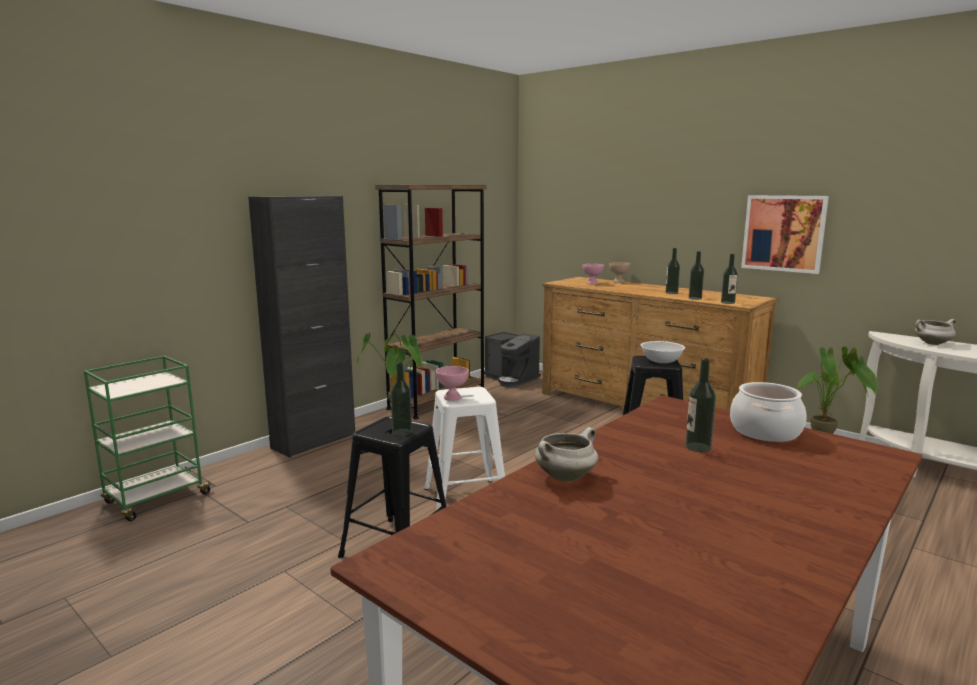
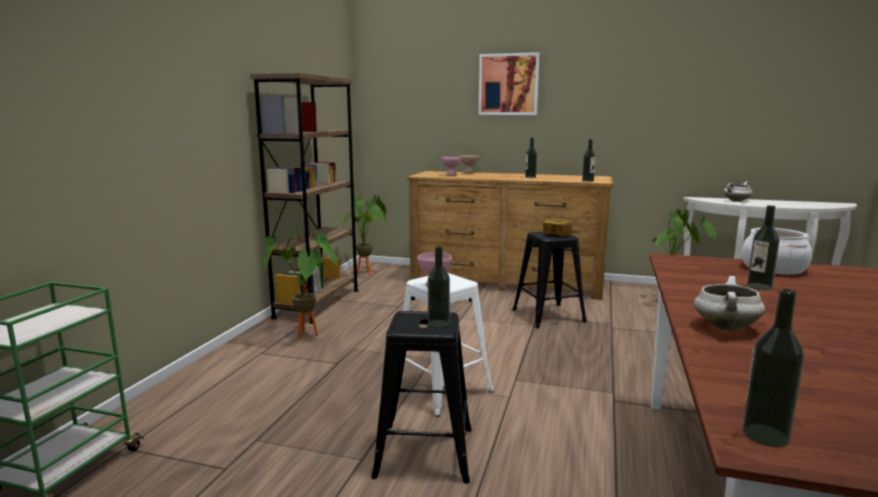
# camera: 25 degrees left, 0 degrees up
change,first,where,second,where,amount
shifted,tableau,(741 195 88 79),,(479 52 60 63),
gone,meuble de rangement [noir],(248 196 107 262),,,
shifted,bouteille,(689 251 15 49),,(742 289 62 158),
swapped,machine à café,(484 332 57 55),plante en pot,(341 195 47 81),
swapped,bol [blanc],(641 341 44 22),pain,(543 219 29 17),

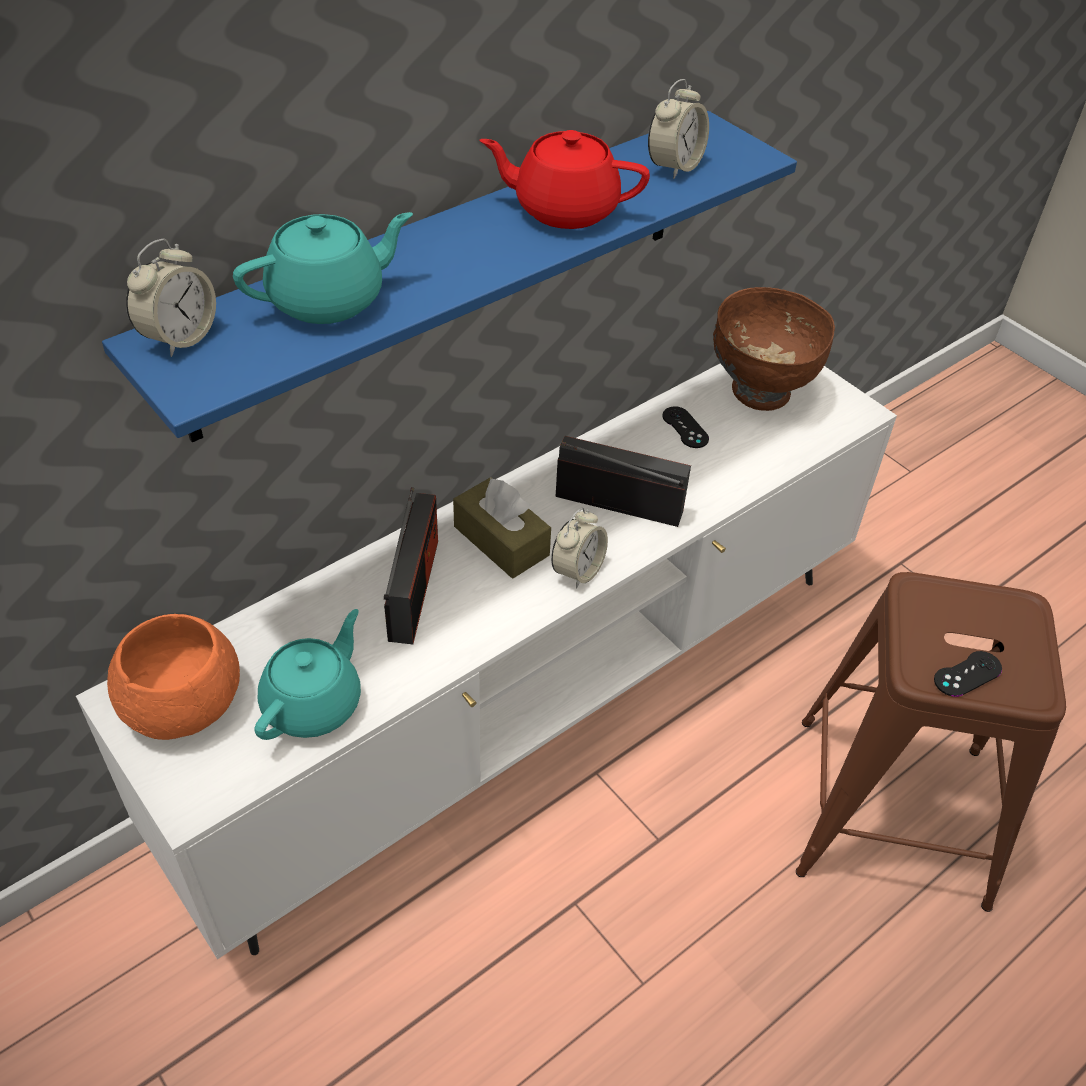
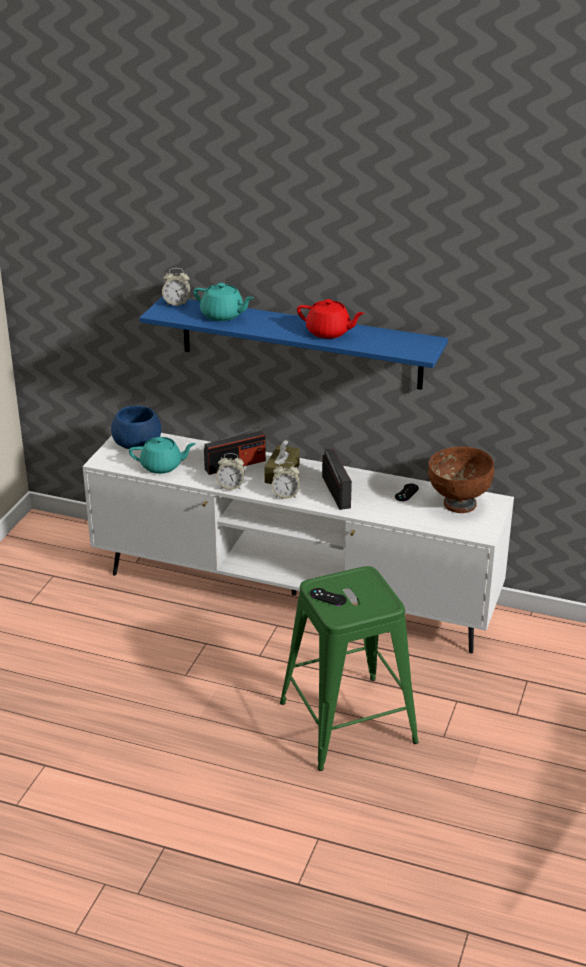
# camera: 60 degrees right, 15 degrees down
change,first,where,second,where,amount
shifted,réveil,(648 79 61 100),,(216 453 29 37),
rotated,théière [rouge],(479 130 171 99),,(297 299 68 40),135 degrees clockwise
repainted,tabouret [marron],(796 572 270 340),tabouret [vert],(280 566 139 205),
repainted,bol [orange],(107 614 133 126),bol [bleu],(111 406 50 43),

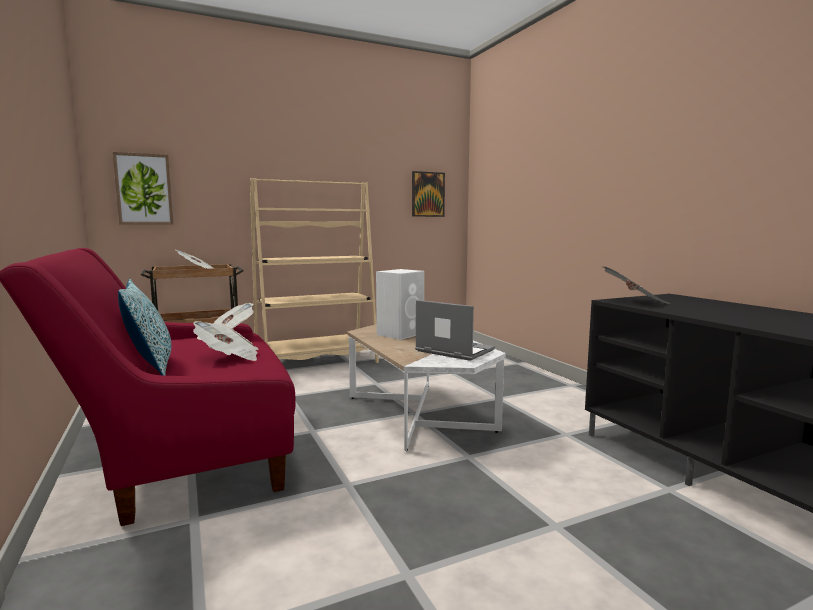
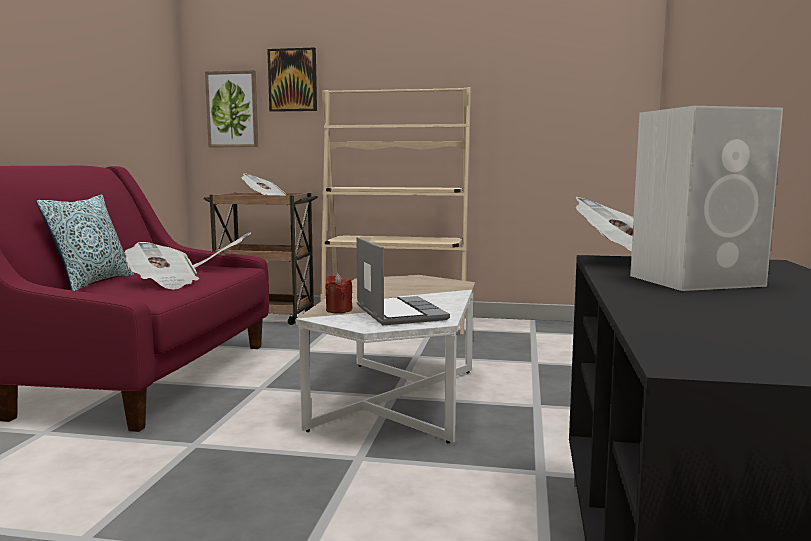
# camera: 35 degrees right, 0 degrees up
change,first,where,second,where,amount
shifted,tableau,(412 171 33 46),,(267 47 50 65),
shifted,enceinte [blanc],(376 269 48 71),,(630 106 153 185),
new,,,bougie [rouge],(326 273 26 40),

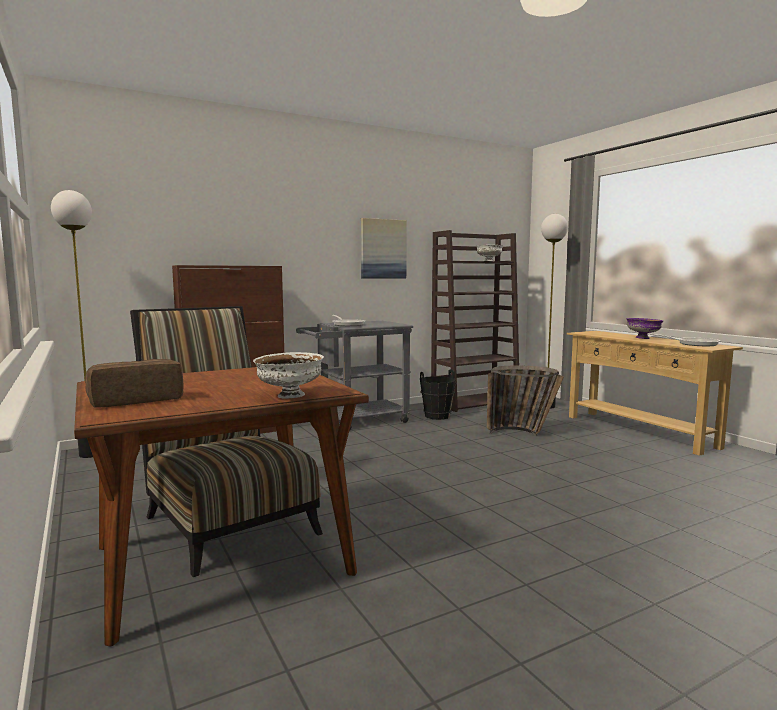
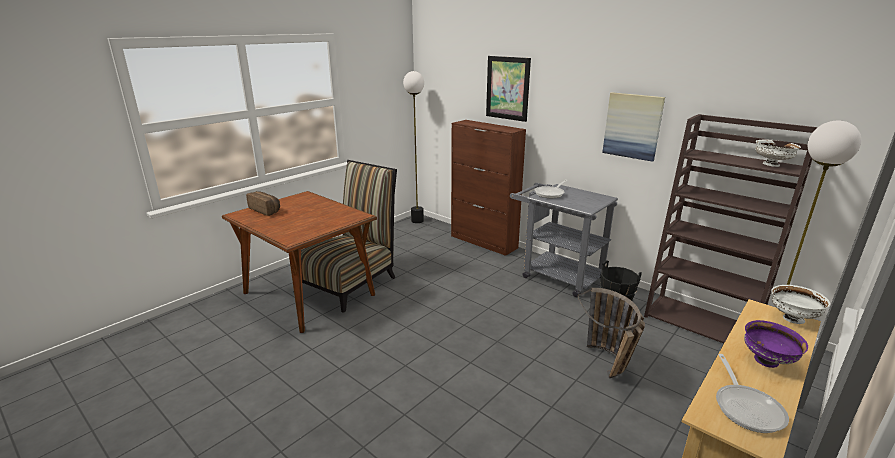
# camera: 70 degrees right, 15 degrees up
change,first,where,second,where,amount
shifted,bol [blanc],(253 352 71 47),,(772 285 58 39),
new,,,tableau,(486 56 45 66),

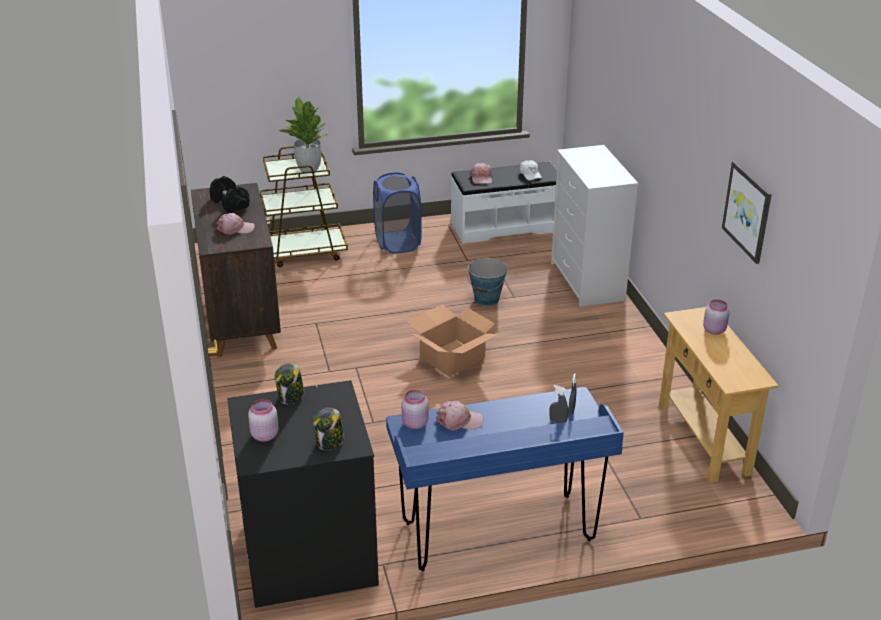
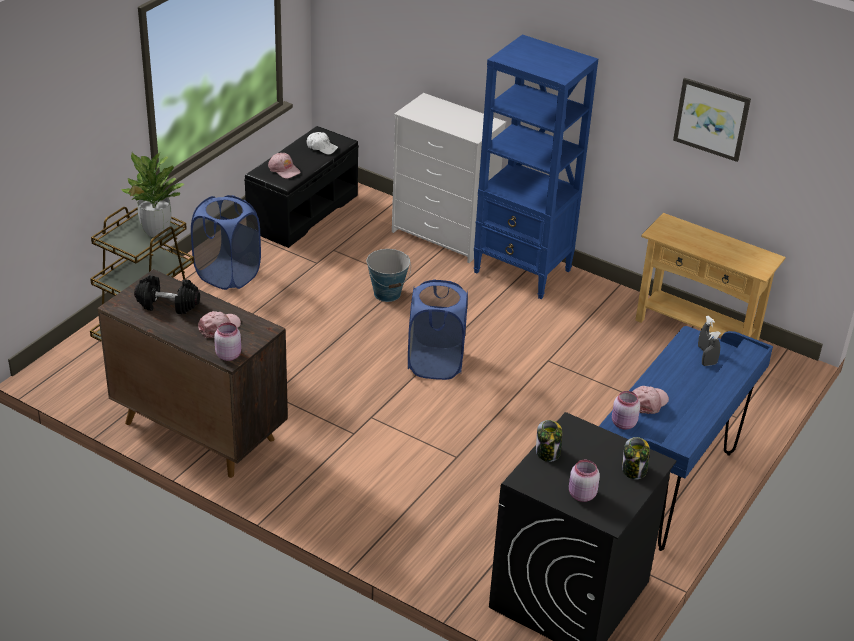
# camera: 45 degrees left, 5 degrees up
change,first,where,second,where,amount
repainted,banc [blanc],(451 161 106 83),banc [noir],(244 126 115 122),
shifted,bocal [rose],(703 299 26 35),,(214 323 27 38),
swapped,carton,(406 304 93 73),panier à linge [bleu],(408 280 60 100),
new,,,bibliothèque [bleu],(474 34 124 265),

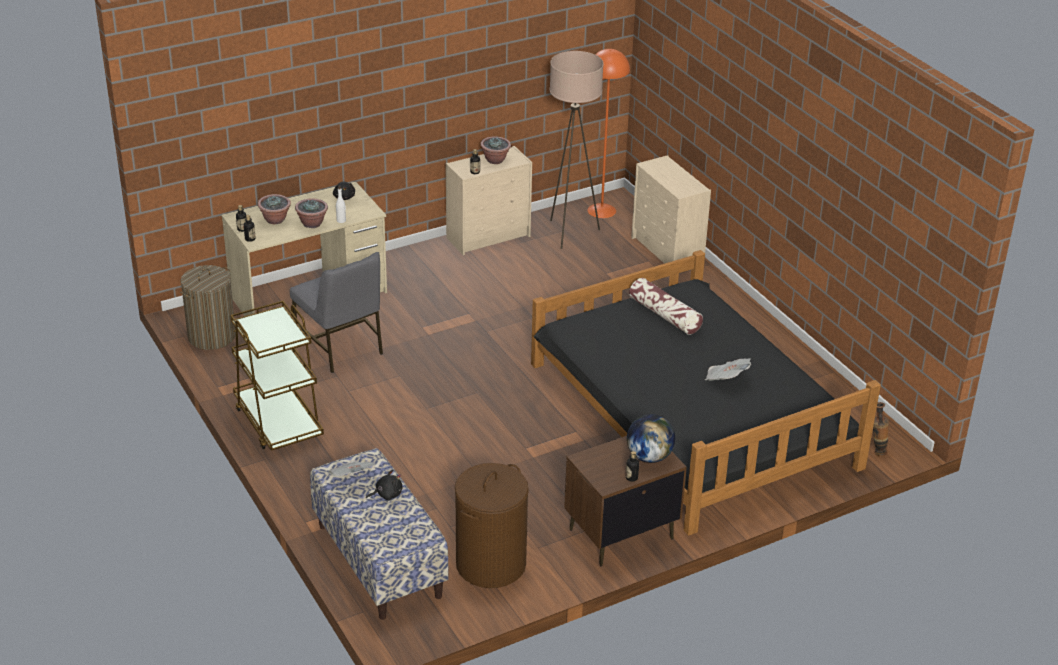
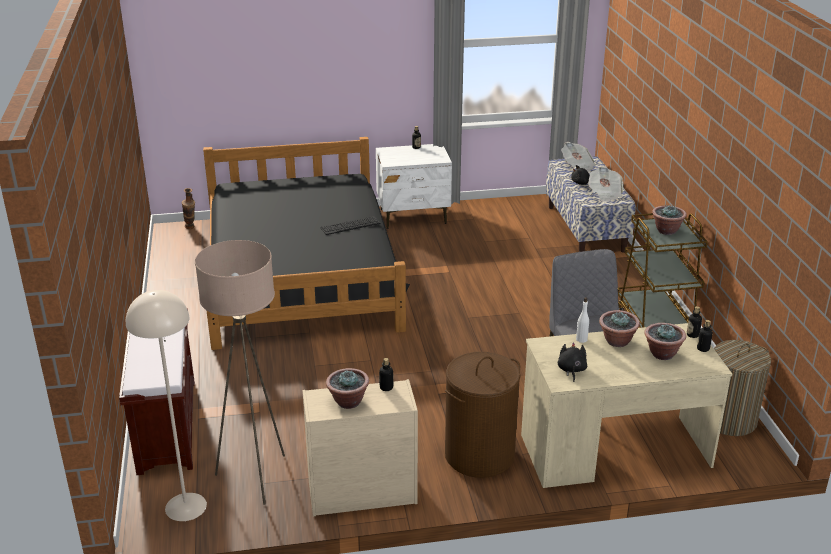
# camera: 160 degrees left, 5 degrees down
change,first,where,second,where,amount
repainted,lampadaire [orange],(587 49 43 169),lampadaire [beige],(126 290 81 231),
swapped,commode [beige],(631 155 80 118),banc [marron],(119 309 76 166),
gone,coussin,(629 278 74 57),,,
shifted,journal,(705 359 46 22),,(561 142 35 31),
gone,globe,(627 414 48 49),,,
repainted,table de chevet [marron],(564 436 123 130),table de chevet [blanc],(376 144 76 85),
shifted,panier à linge [marron],(455 463 74 125),,(445 351 75 127),
new,,,plante en pot,(652 205 35 30),
new,,,clavier,(320 216 61 19),

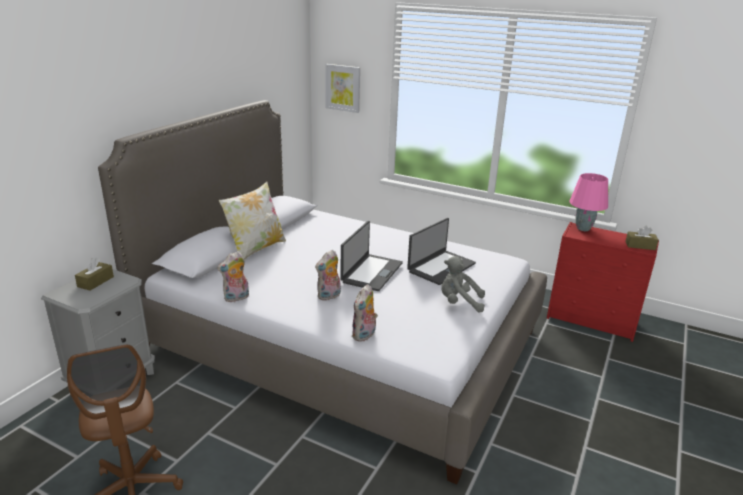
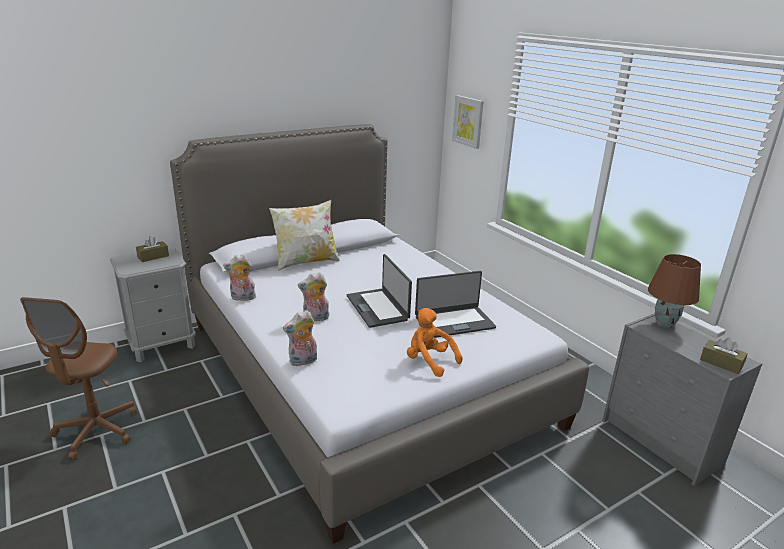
# camera: 30 degrees right, 0 degrees up
change,first,where,second,where,amount
repainted,lampe de table [rose],(570 173 38 58),lampe de table [marron],(648 254 53 74),
rotated,ordinateur portable,(340 221 63 70),,(347 254 65 74),105 degrees clockwise
repainted,commode [rouge],(547 222 112 120),commode [gris],(602 313 160 173),
repainted,peluche [gris],(441 256 44 57),peluche [orange],(407 308 56 69),

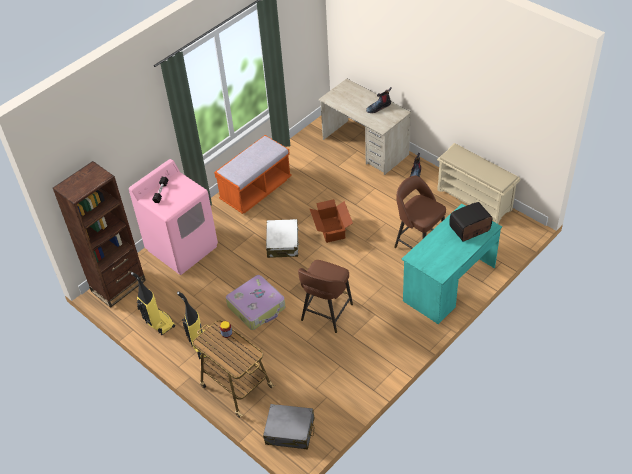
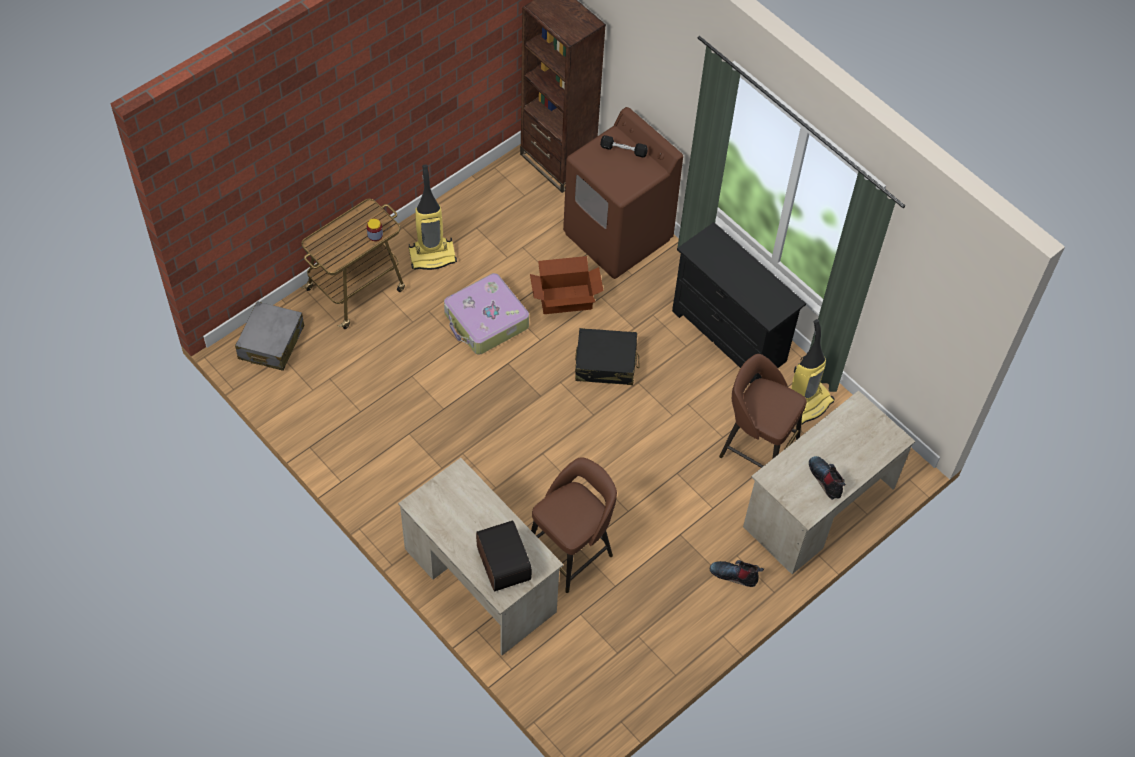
# camera: 90 degrees right, 10 degrees up
change,first,where,second,where,amount
swapped,banc [orange],(214 135 78 79),commode [noir],(672 222 134 162),
gone,étagère à chaussures [beige],(437 143 83 81),,,
repainted,lave-linge [rose],(129 159 89 116),lave-linge [marron],(563 107 120 172),
shifted,carton,(310 199 43 44),,(530 256 74 58),
repainted,bureau [turquoise],(402 204 100 120),bureau [beige],(398 458 165 197),
repainted,valise [blanc],(266 219 33 39),valise [noir],(575 328 65 57),
shifted,tabouret [marron],(298 260 55 73),,(719 354 88 114),
shifted,aspirateur,(131 272 44 64),,(791 319 44 106),

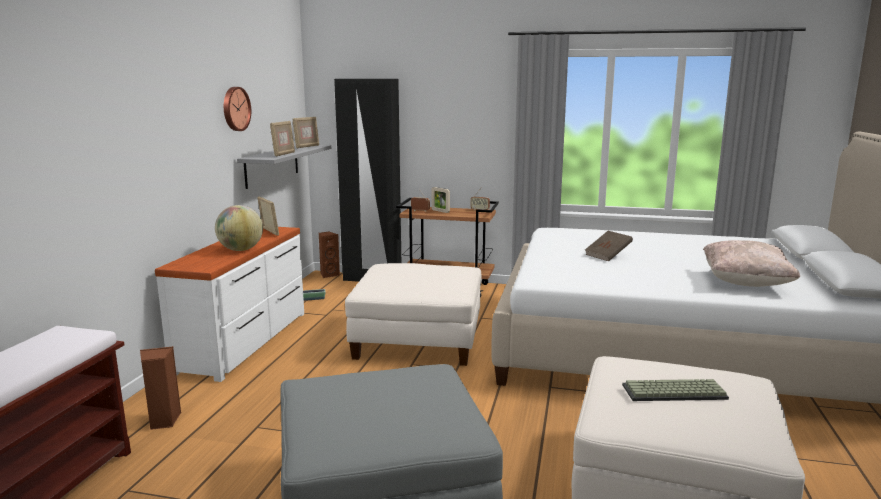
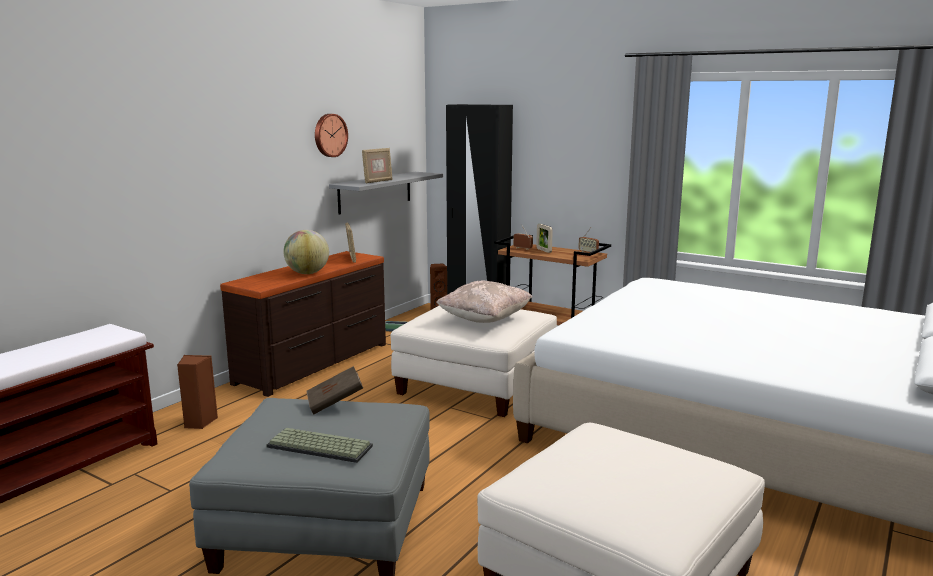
# camera: 20 degrees right, 0 degrees up
change,first,where,second,where,amount
gone,cadre photo,(292 117 27 32),,,
repainted,commode [blanc],(155 227 149 155),commode [marron],(220 251 166 146),
shifted,livre [marron],(585 231 48 30),,(306 366 57 48),
shifted,coussin [beige],(703 240 97 47),,(436 281 97 42),
shifted,clavier,(622 379 107 22),,(266 428 107 35),

